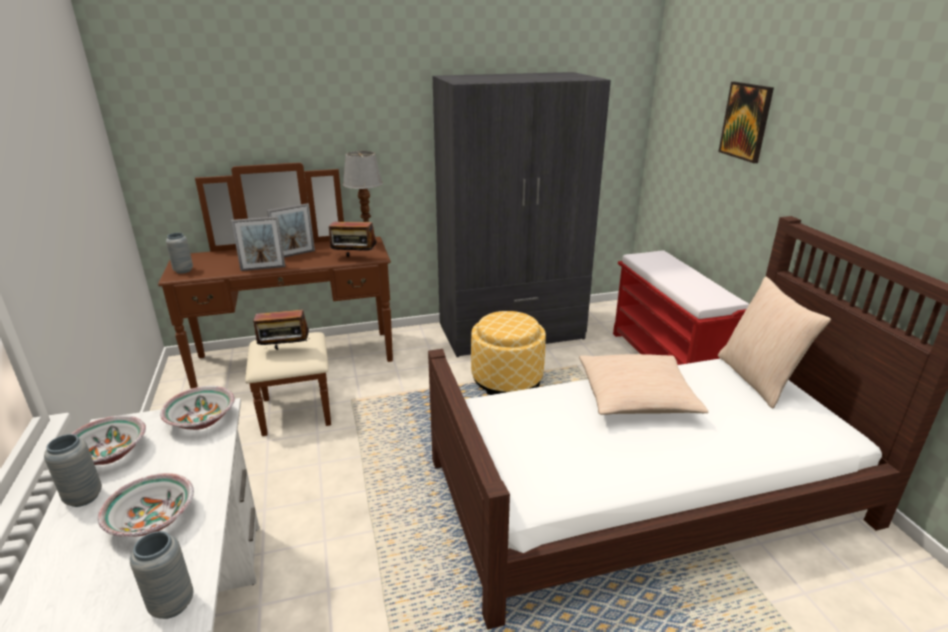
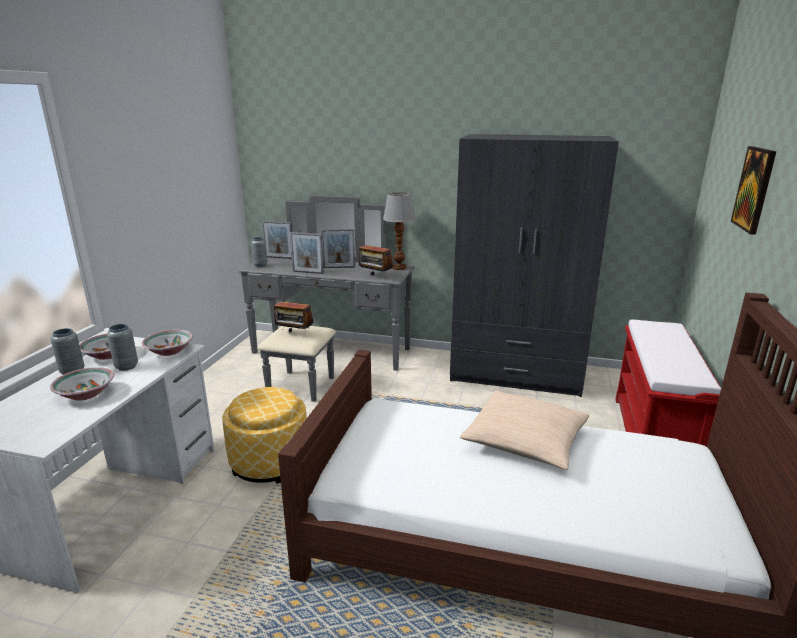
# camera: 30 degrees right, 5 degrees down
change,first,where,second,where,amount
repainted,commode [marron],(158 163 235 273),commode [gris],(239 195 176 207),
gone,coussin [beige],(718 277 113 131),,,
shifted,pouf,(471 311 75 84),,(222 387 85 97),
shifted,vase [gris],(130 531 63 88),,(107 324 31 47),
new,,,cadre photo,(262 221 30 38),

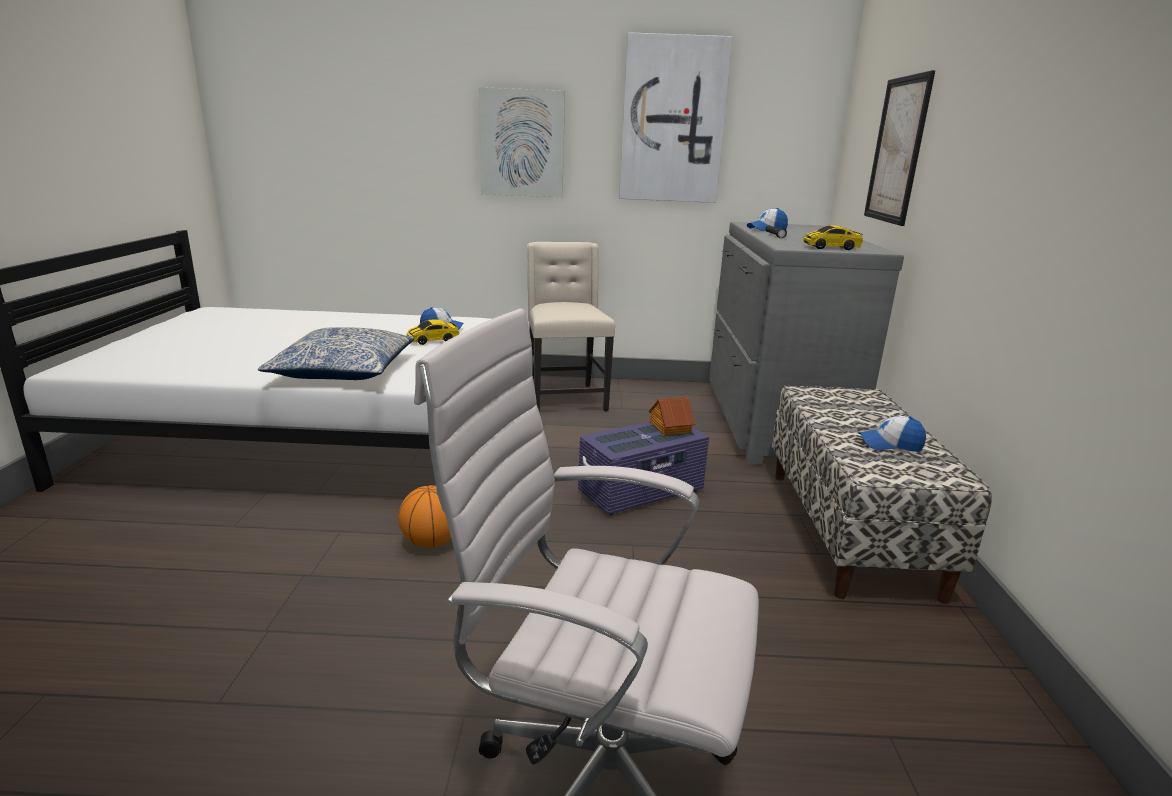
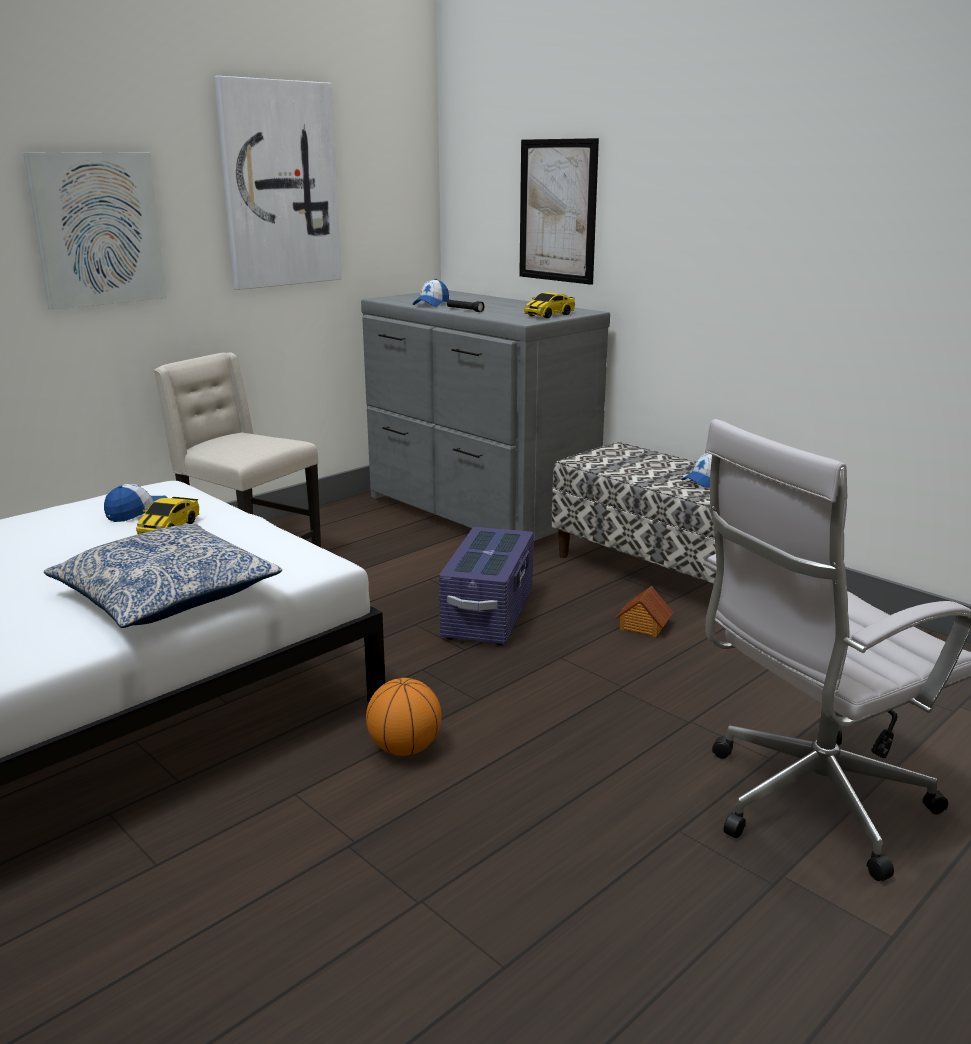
# camera: 45 degrees left, 0 degrees up
change,first,where,second,where,amount
shifted,maison miniature,(649 397 46 39),,(616 586 57 51),

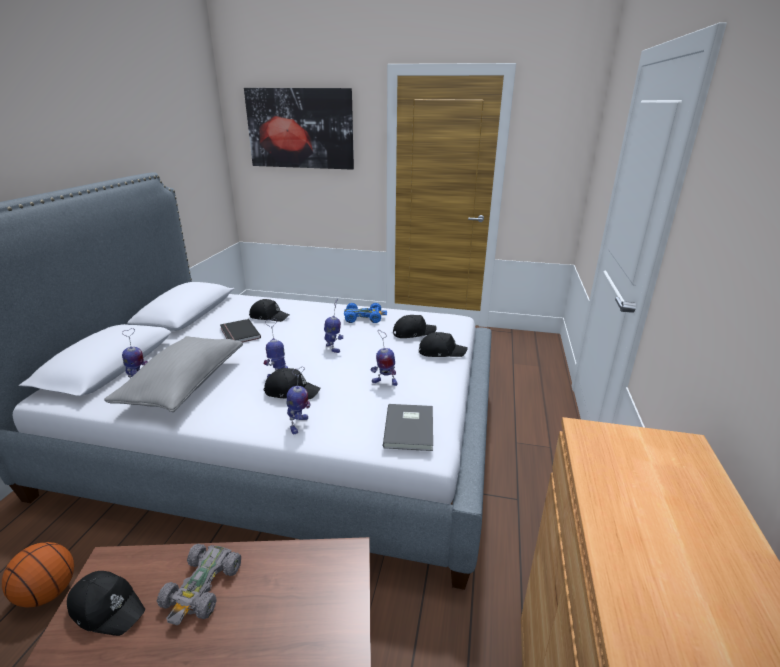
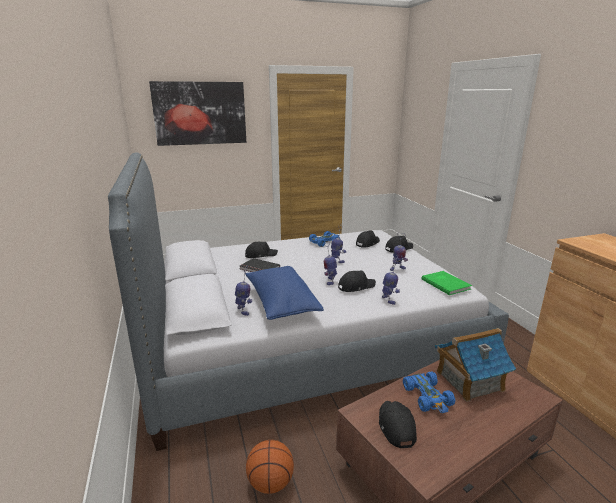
# camera: 30 degrees left, 5 degrees down
change,first,where,second,where,amount
repainted,coussin [gris],(104 336 139 76),coussin [bleu],(246 266 78 54),
repainted,livre [gris],(383 404 50 47),livre [vert],(422 271 50 24),
repainted,petite voiture [gris],(157 543 84 82),petite voiture [bleu],(403 371 52 42),
rotated,casquette [noir],(67 571 78 65),,(379 401 38 47),90 degrees counterclockwise
new,,,maison miniature,(435 328 81 74),

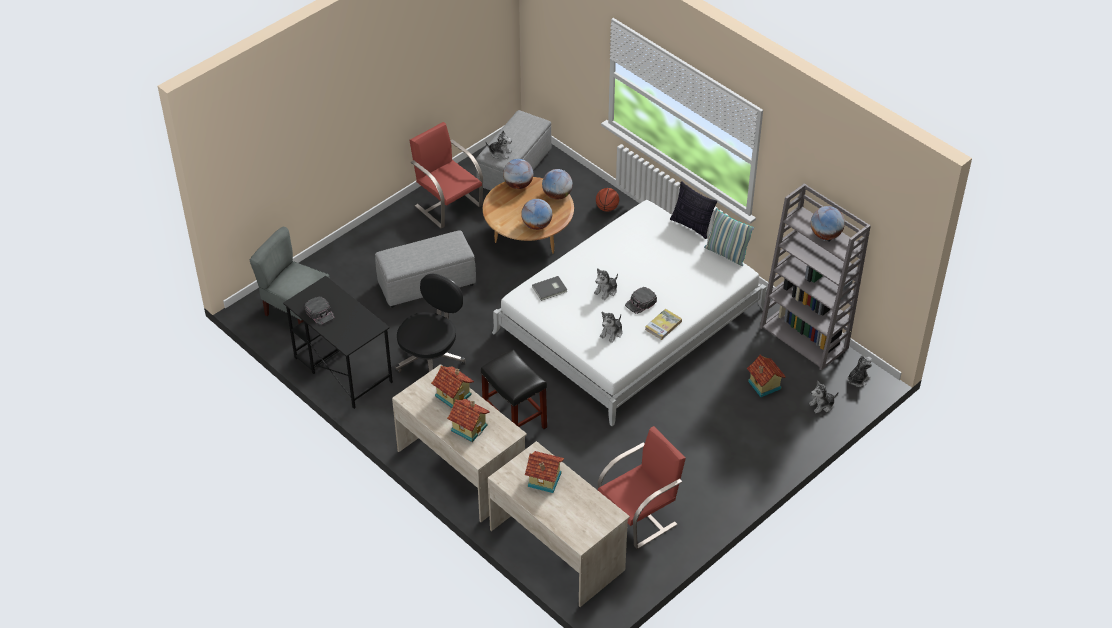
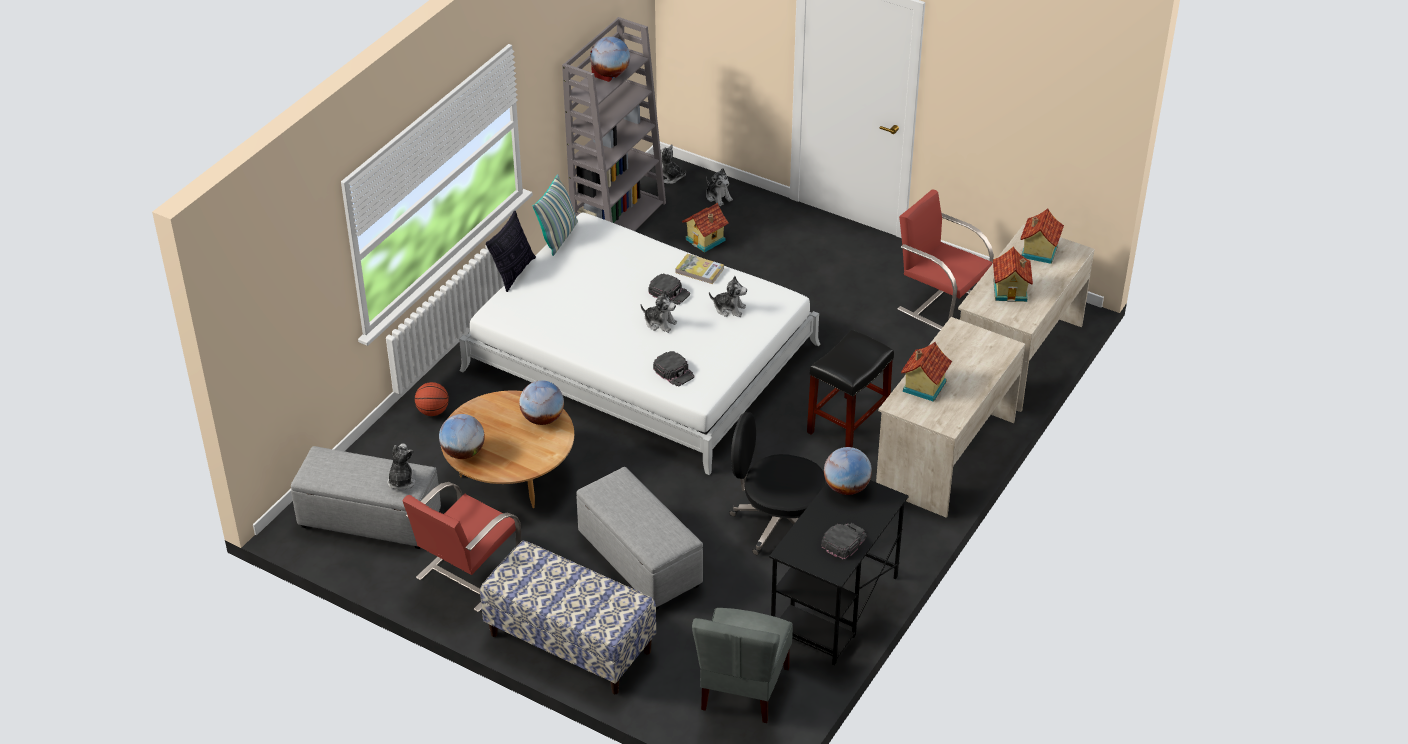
# camera: 105 degrees left, 5 degrees down
change,first,where,second,where,amount
shifted,globe,(542 169 31 31),,(824 447 48 48),
swapped,livre [gris],(532 276 35 25),casquette [noir],(653 351 42 35),
shifted,maison miniature,(447 399 43 43),,(1020 208 44 56),
new,,,banc,(480 541 176 153),

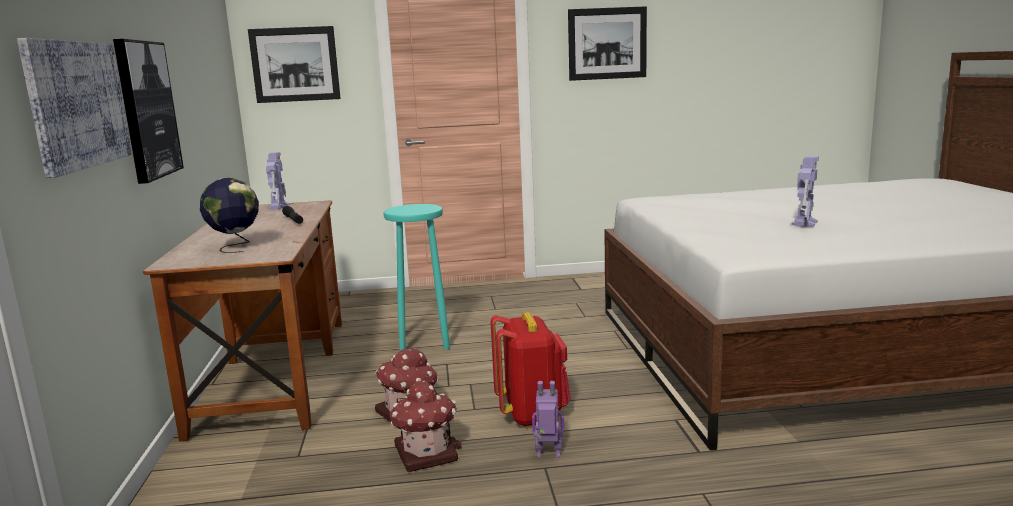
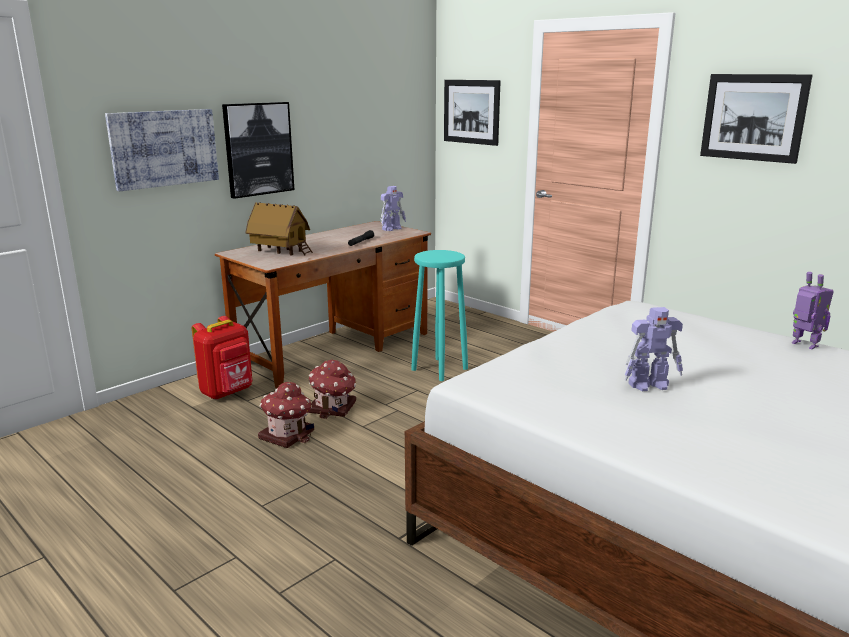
# camera: 50 degrees right, 5 degrees up
change,first,where,second,where,amount
swapped,globe,(200 178 59 75),maison miniature,(245 202 68 53),
shifted,sac à dos [rouge],(491 312 80 115),,(192 316 60 84),
shifted,robot jouet,(532 381 32 77),,(792 272 42 77),

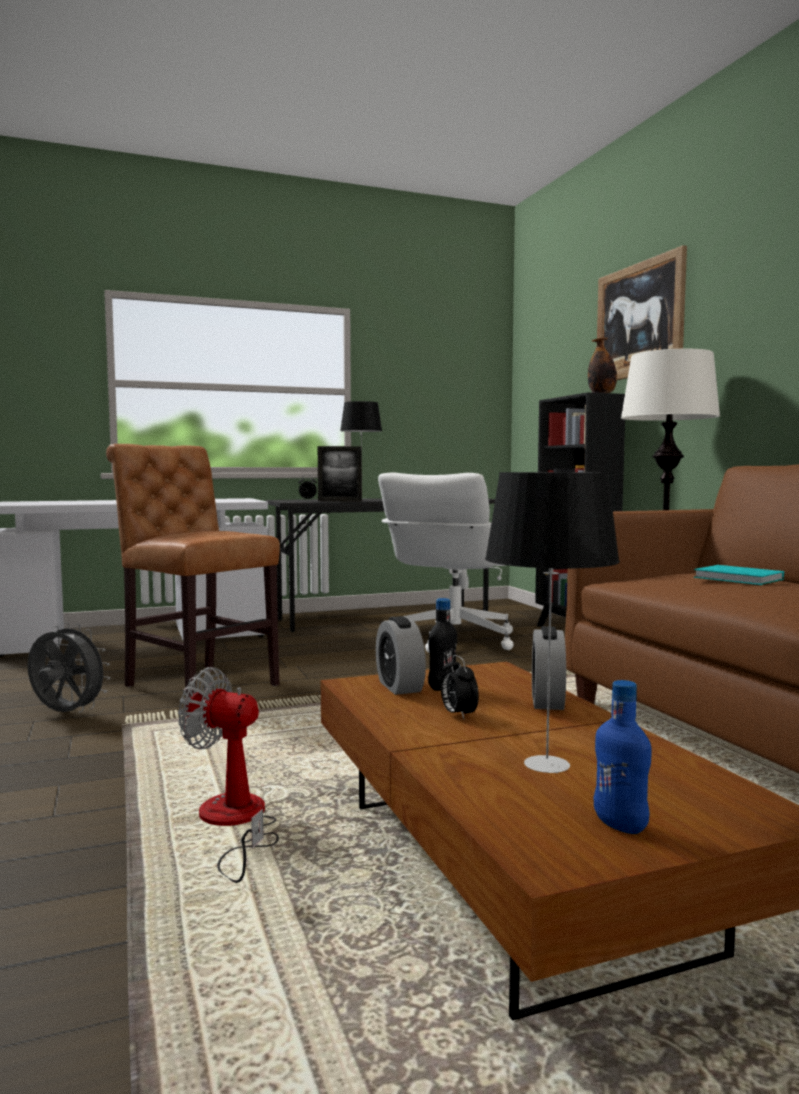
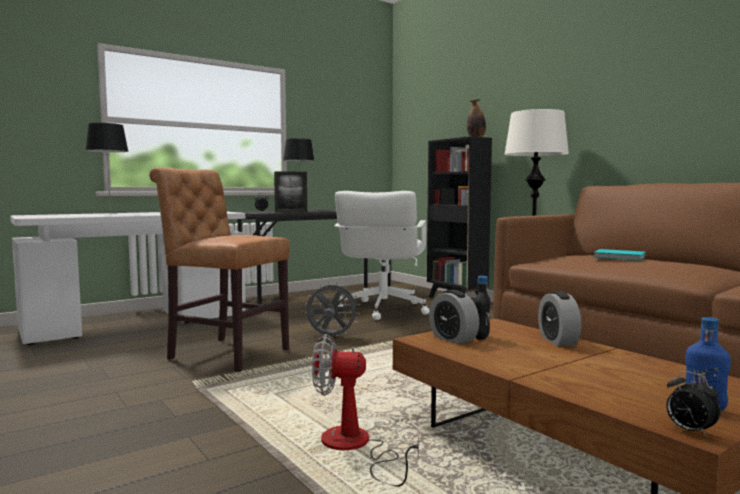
# camera: 15 degrees left, 0 degrees up
change,first,where,second,where,amount
gone,tableau,(597 245 90 135),,,
shifted,lampe de table,(485 472 135 301),,(86 123 43 91),
shifted,ventilateur [gris],(27 622 84 91),,(305 281 55 55),
shifted,réveil,(441 655 38 64),,(666 371 54 66),

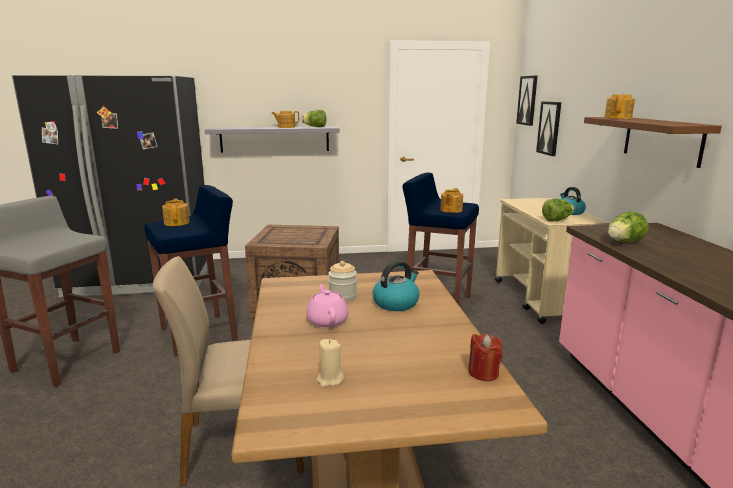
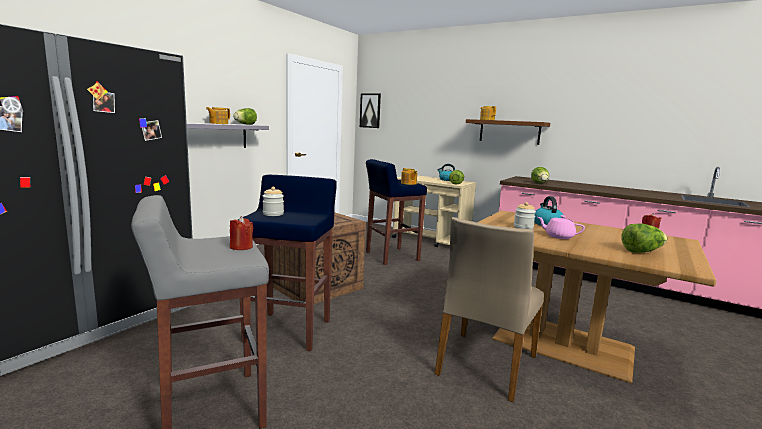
# camera: 50 degrees left, 5 degrees down
change,first,where,second,where,amount
gone,tableau,(536 101 25 55),,,
swapped,théière,(162 198 28 28),bocal,(263 187 21 29),
swapped,bougie [beige],(316 339 28 48),laitue,(621 223 46 30),
new,,,bougie [rouge],(230 216 24 34),

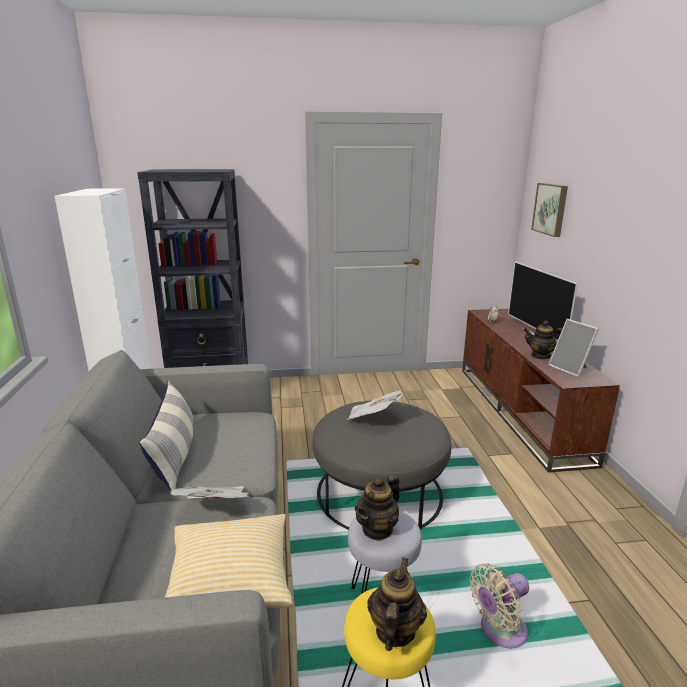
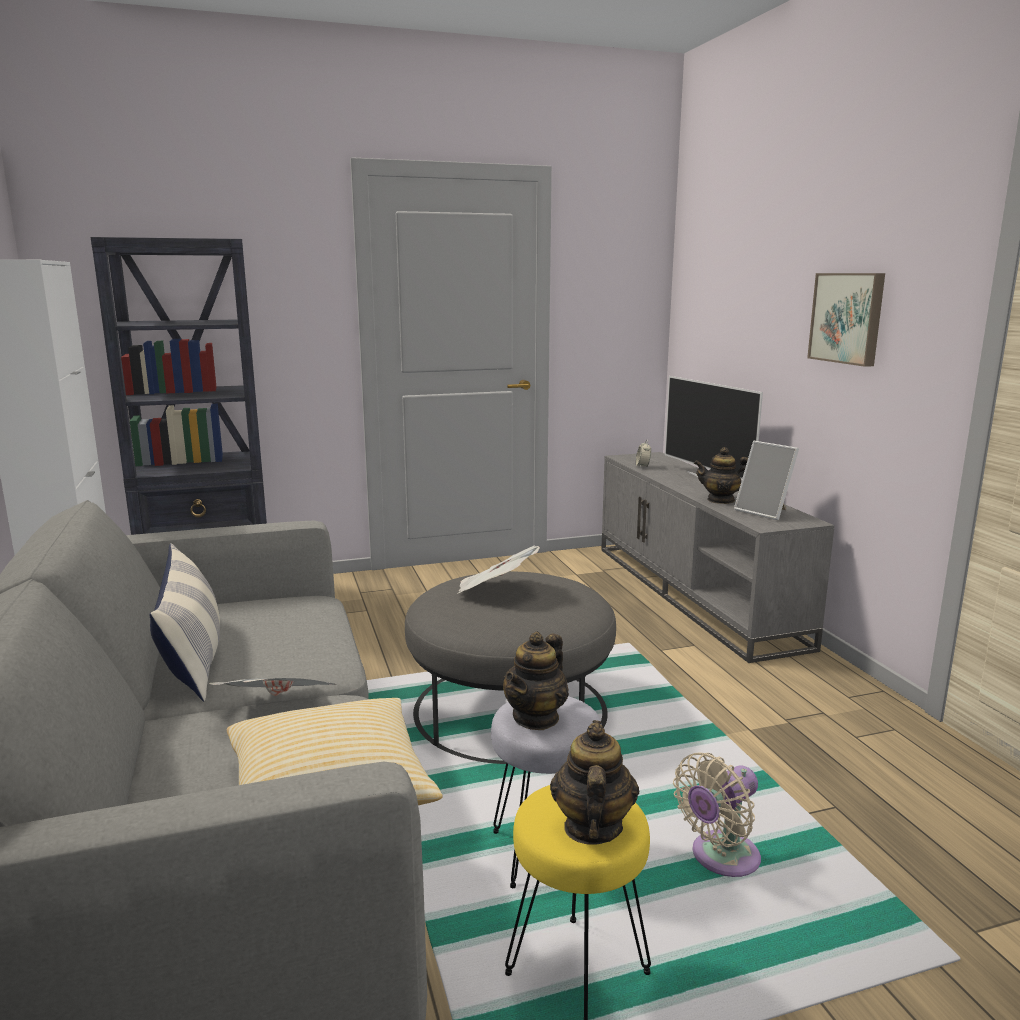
# camera: 10 degrees left, 5 degrees down
change,first,where,second,where,amount
shifted,tableau,(531 183 37 54),,(807 273 78 94),
repainted,meuble télé [marron],(462 309 158 164),meuble télé [gris],(601 452 233 211),

